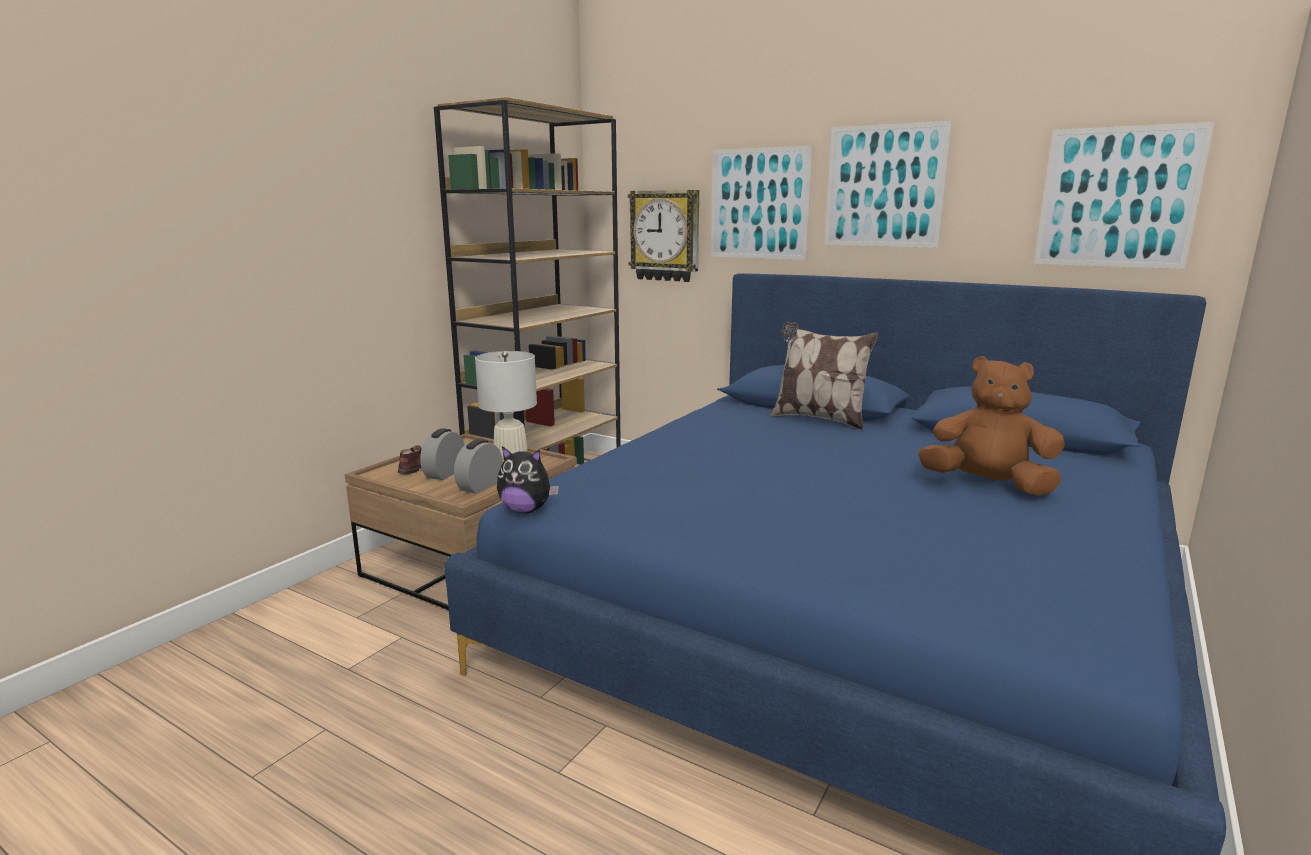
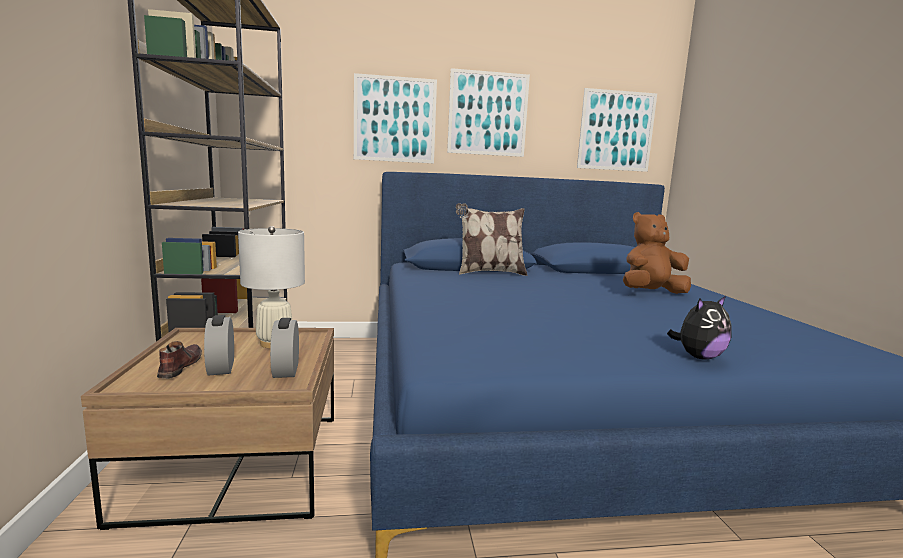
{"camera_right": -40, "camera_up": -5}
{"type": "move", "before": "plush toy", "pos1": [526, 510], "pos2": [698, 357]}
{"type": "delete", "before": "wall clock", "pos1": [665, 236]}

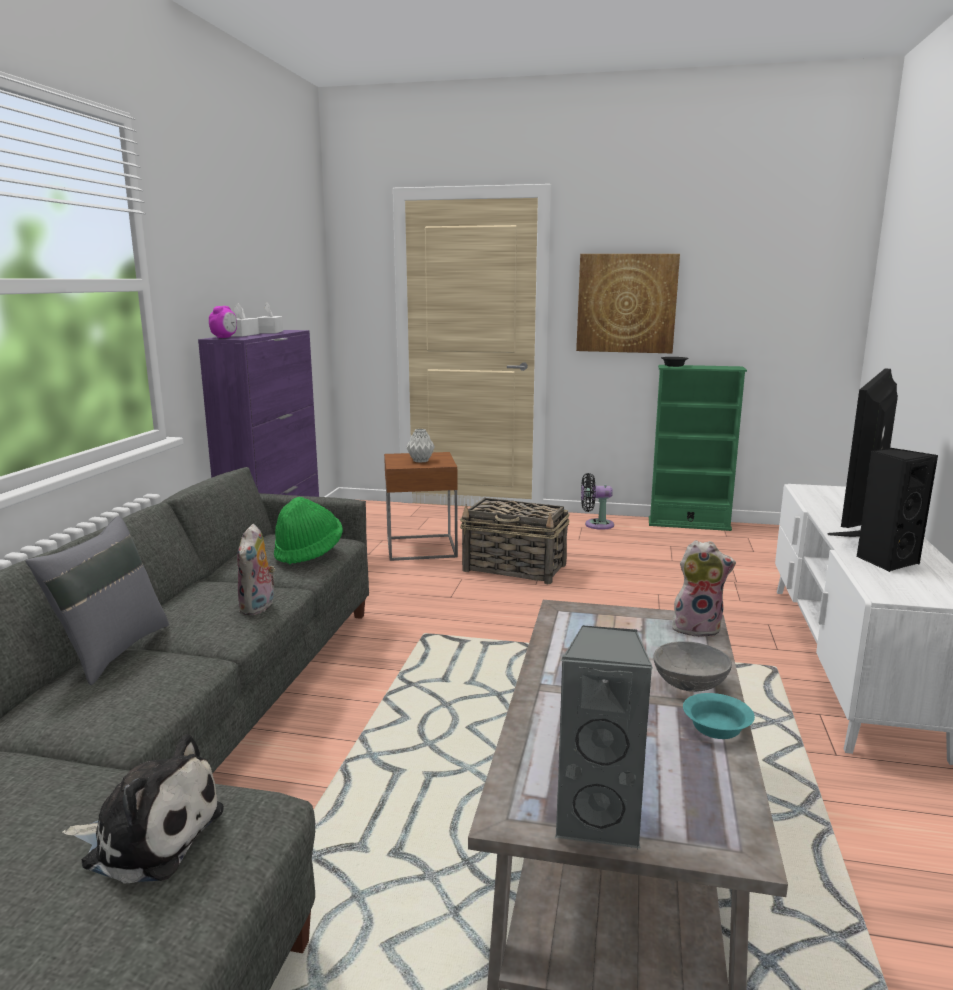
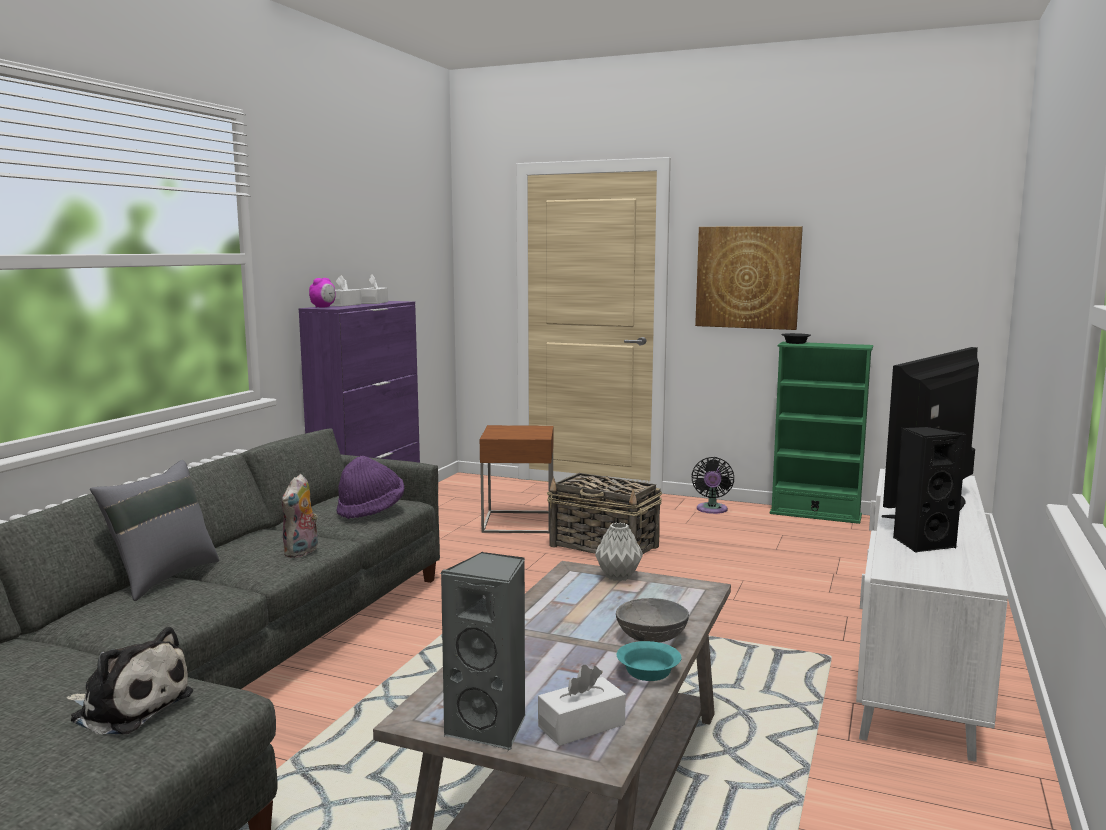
{"camera_right": 10, "camera_up": -5}
{"type": "recolor", "before": "green hat", "after": "purple hat", "pos1": [308, 552], "pos2": [371, 510]}
{"type": "move", "before": "grey vase", "pos1": [420, 461], "pos2": [618, 577]}
{"type": "rotate", "before": "black fan", "pos1": [595, 525], "pos2": [711, 510], "turn": -90}
{"type": "delete", "before": "plush toy", "pos1": [697, 628]}
{"type": "insert", "after": "white tissue box", "pos2": [581, 725]}

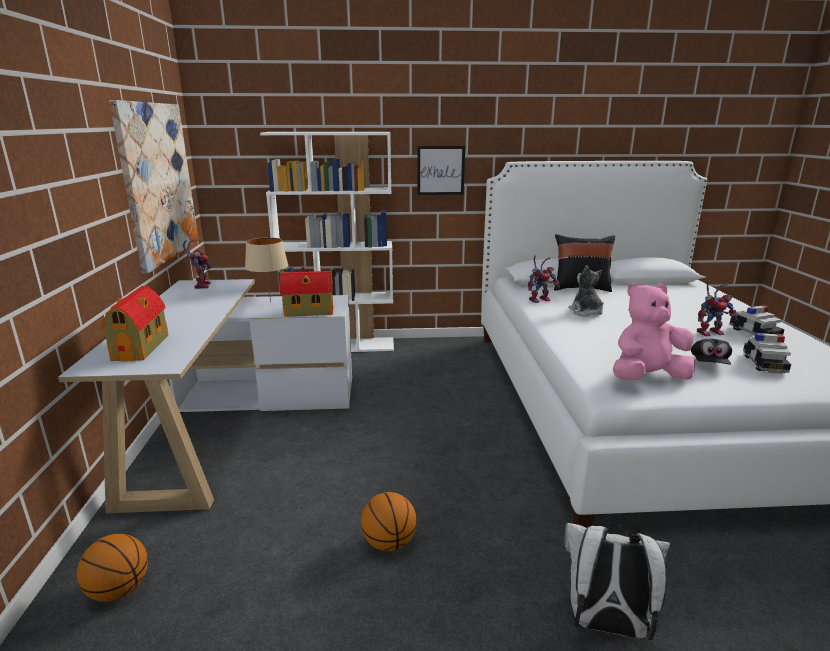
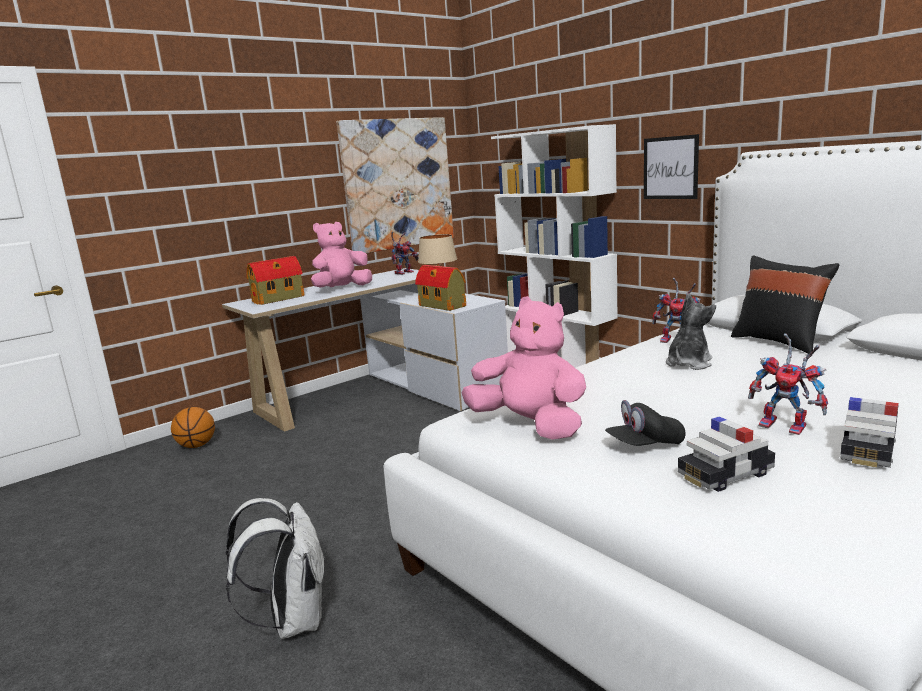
{"camera_right": 55, "camera_up": -5}
{"type": "delete", "before": "basketball", "pos1": [389, 542]}
{"type": "insert", "after": "pink plush toy", "pos2": [342, 289]}

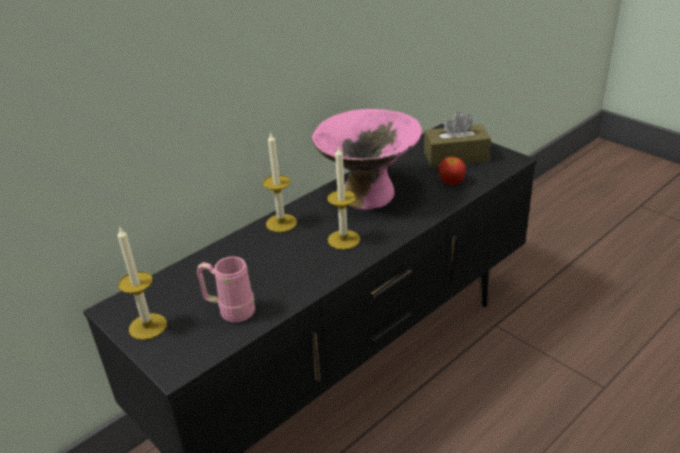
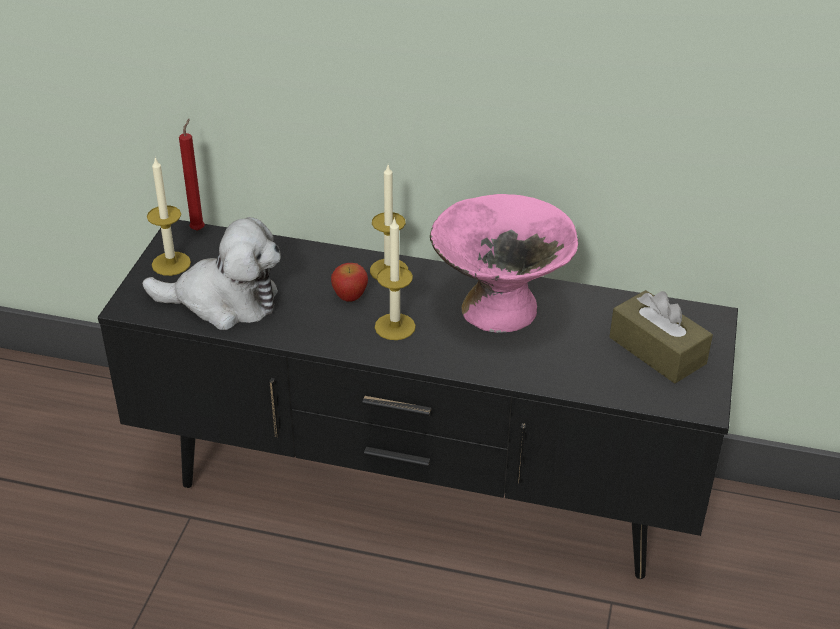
{"camera_right": 55, "camera_up": 5}
{"type": "replace", "before": "pink mug", "after": "plush toy", "pos1": [230, 311], "pos2": [224, 301]}
{"type": "move", "before": "apple", "pos1": [451, 182], "pos2": [350, 295]}
{"type": "insert", "after": "red candle", "pos2": [199, 229]}

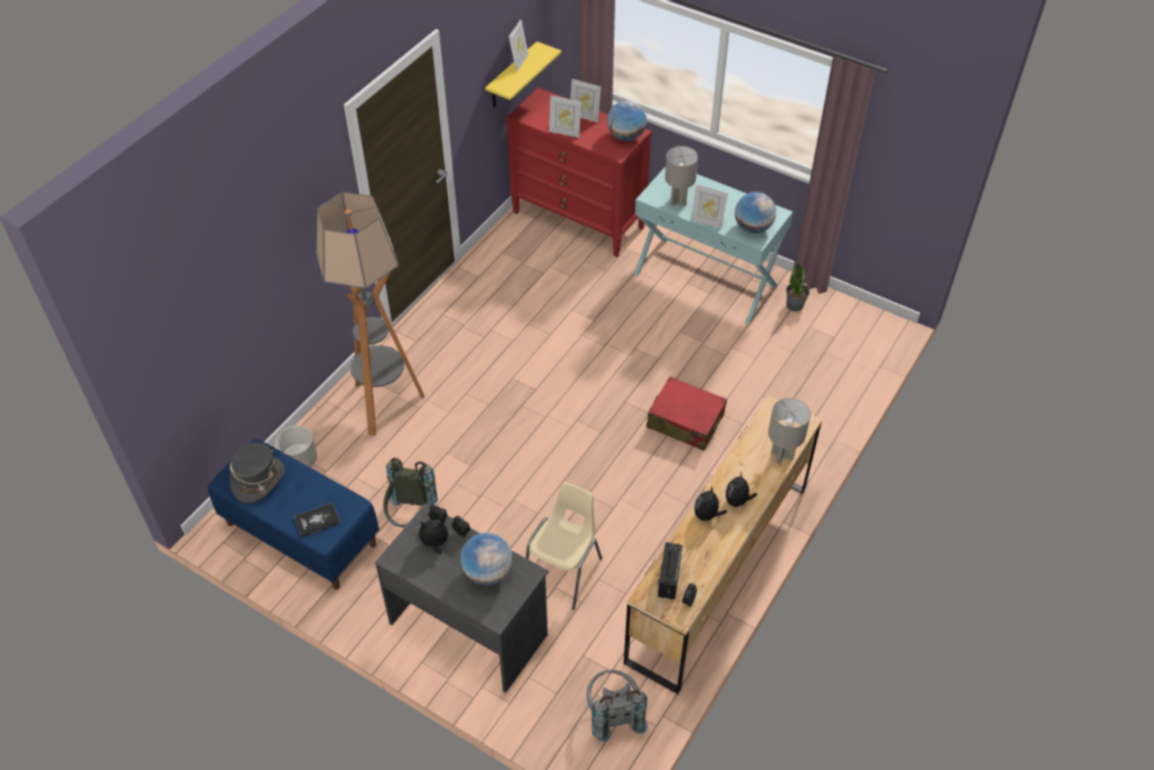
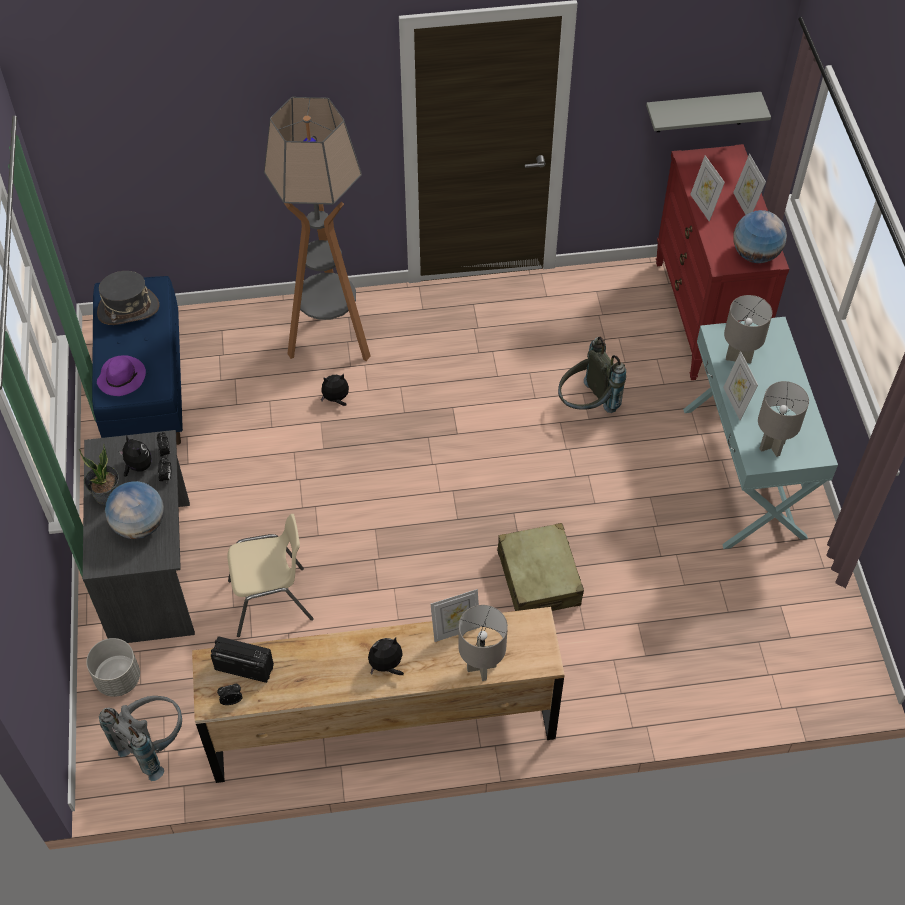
{"camera_right": 50, "camera_up": 5}
{"type": "move", "before": "grey planter", "pos1": [299, 460], "pos2": [118, 678]}
{"type": "replace", "before": "book", "after": "purple hat", "pos1": [317, 520], "pos2": [122, 377]}
{"type": "move", "before": "grey backpack", "pos1": [411, 517], "pos2": [586, 405]}
{"type": "recolor", "before": "yellow shelf", "after": "grey shelf", "pos1": [511, 77], "pos2": [701, 112]}
{"type": "move", "before": "picture frame", "pos1": [519, 62], "pos2": [455, 630]}
{"type": "recolor", "before": "red suitcase", "after": "beige suitcase", "pos1": [685, 421], "pos2": [538, 578]}
{"type": "rotate", "before": "radio", "pos1": [669, 579], "pos2": [243, 667], "turn": 45}
{"type": "move", "before": "plush toy", "pos1": [707, 516], "pos2": [336, 399]}
{"type": "replace", "before": "globe", "after": "grey table lamp", "pos1": [753, 228], "pos2": [772, 446]}
{"type": "move", "before": "potted plant", "pos1": [795, 305], "pos2": [107, 496]}

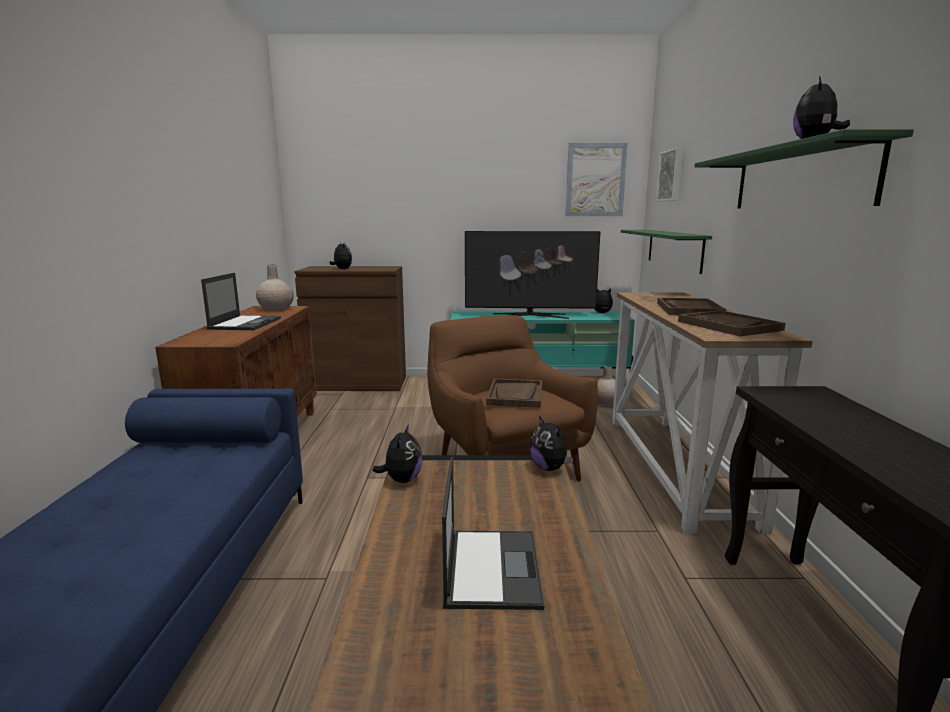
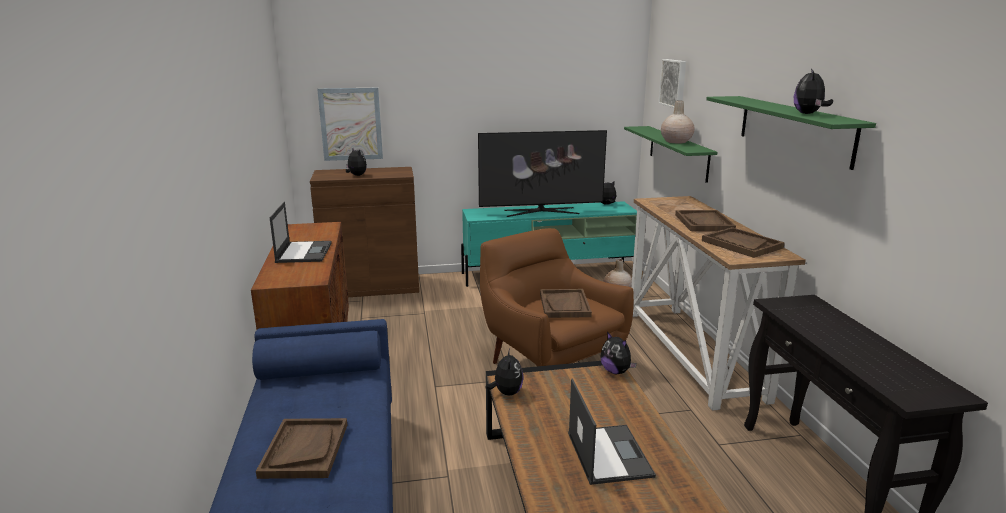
{"camera_right": -10, "camera_up": 5}
{"type": "move", "before": "beige vase", "pos1": [276, 309], "pos2": [676, 141]}
{"type": "move", "before": "picture", "pos1": [595, 180], "pos2": [351, 124]}
{"type": "insert", "after": "brown tray", "pos2": [304, 450]}

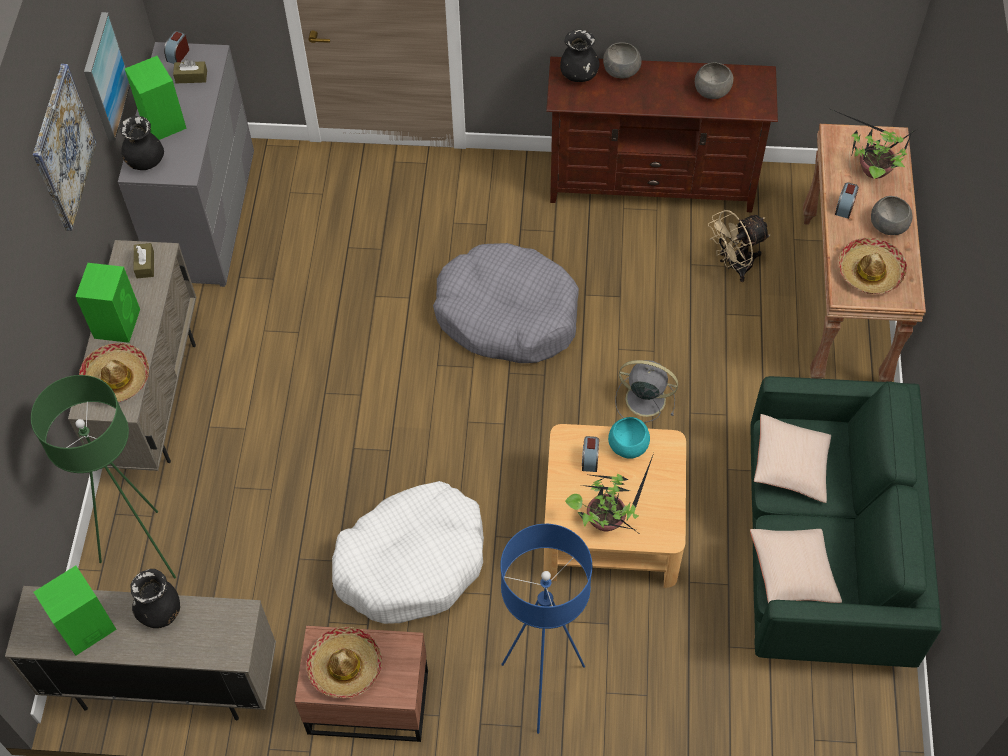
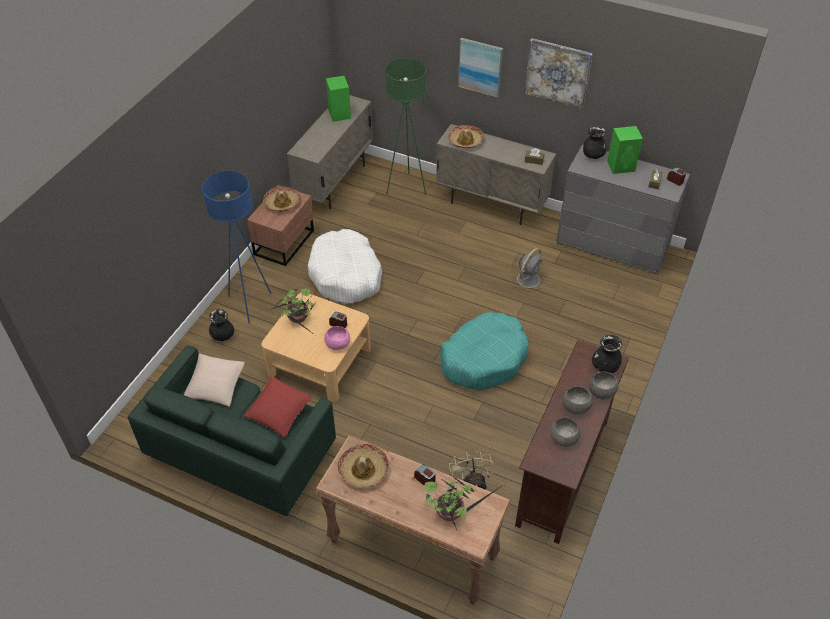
{"camera_right": 110, "camera_up": -10}
{"type": "delete", "before": "green speaker", "pos1": [117, 322]}
{"type": "move", "before": "picture", "pos1": [105, 77], "pos2": [480, 67]}
{"type": "move", "before": "black vase", "pos1": [161, 611], "pos2": [222, 336]}
{"type": "recolor", "before": "grey dog bed", "after": "turquoise dog bed", "pos1": [507, 315], "pos2": [483, 358]}
{"type": "recolor", "before": "turquoise bowl", "after": "pink bowl", "pos1": [627, 445], "pos2": [338, 344]}
{"type": "move", "before": "grey fan", "pos1": [643, 399], "pos2": [529, 279]}
{"type": "recolor", "before": "beige pillow", "after": "red pillow", "pos1": [790, 465], "pos2": [278, 412]}
{"type": "move", "before": "grey bowl", "pos1": [888, 225], "pos2": [576, 406]}

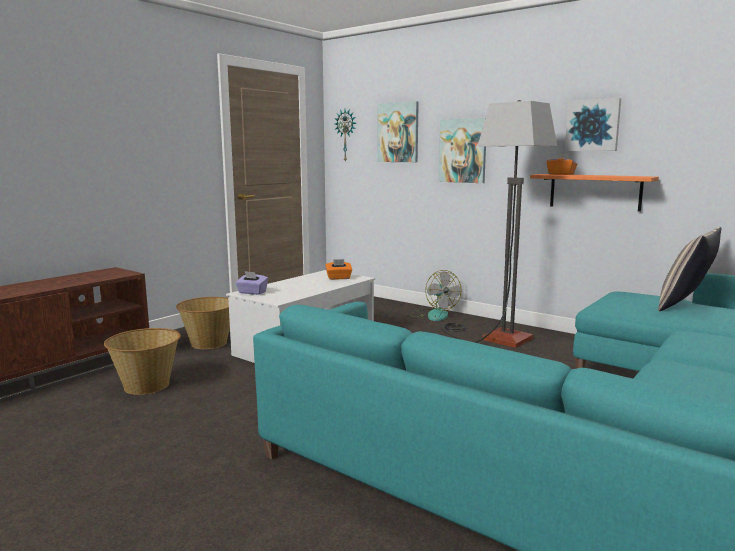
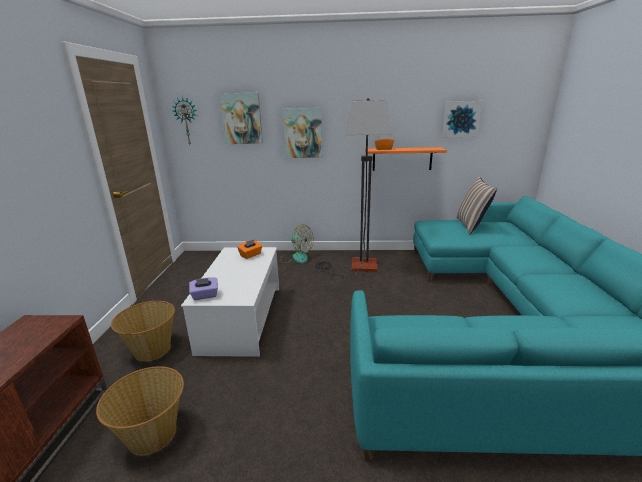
{"camera_right": -35, "camera_up": 10}
{"type": "move", "before": "picture", "pos1": [593, 125], "pos2": [461, 119]}

